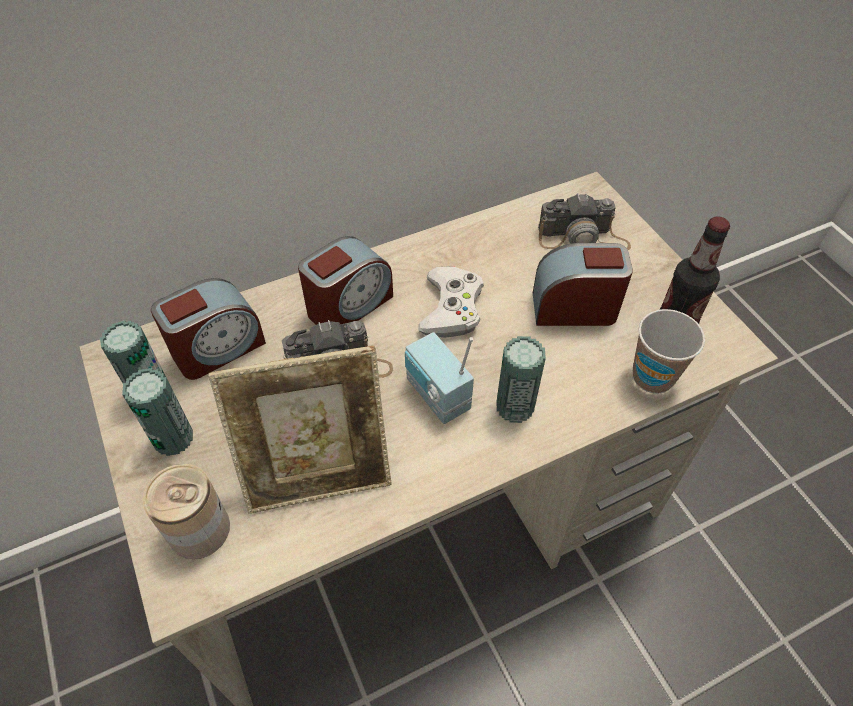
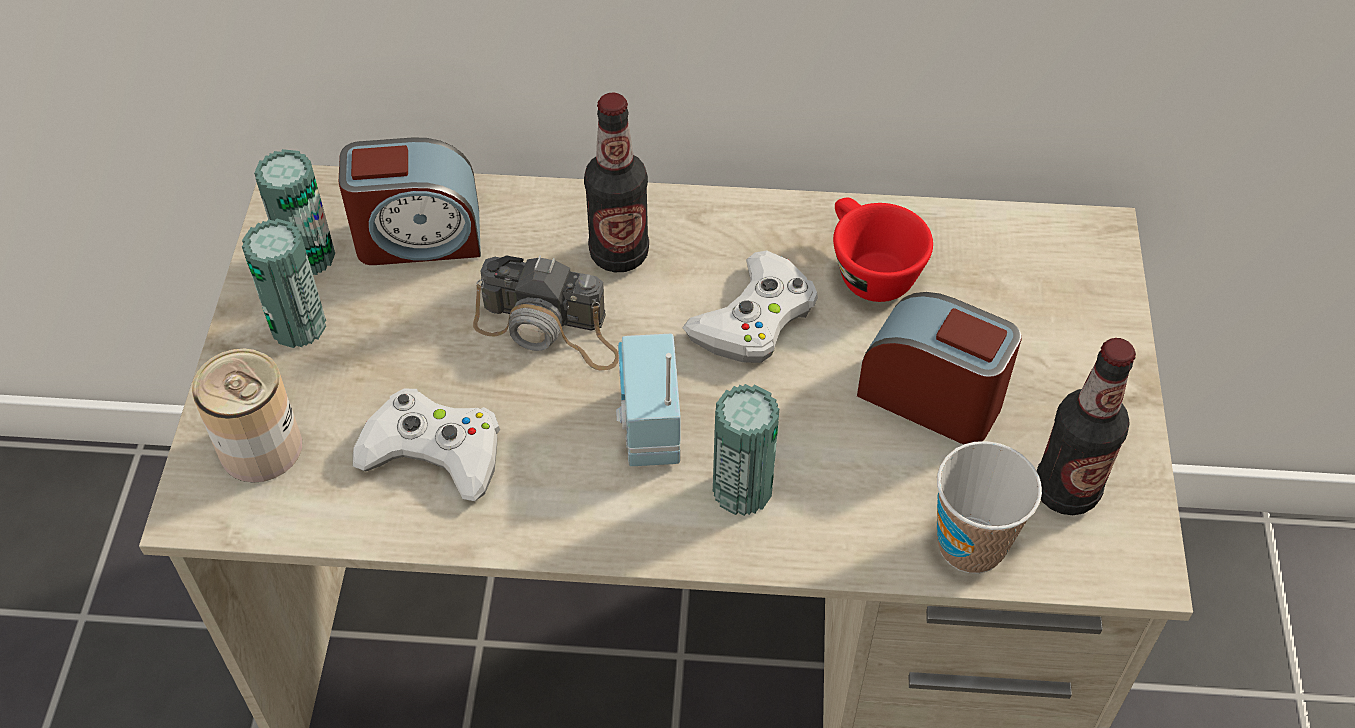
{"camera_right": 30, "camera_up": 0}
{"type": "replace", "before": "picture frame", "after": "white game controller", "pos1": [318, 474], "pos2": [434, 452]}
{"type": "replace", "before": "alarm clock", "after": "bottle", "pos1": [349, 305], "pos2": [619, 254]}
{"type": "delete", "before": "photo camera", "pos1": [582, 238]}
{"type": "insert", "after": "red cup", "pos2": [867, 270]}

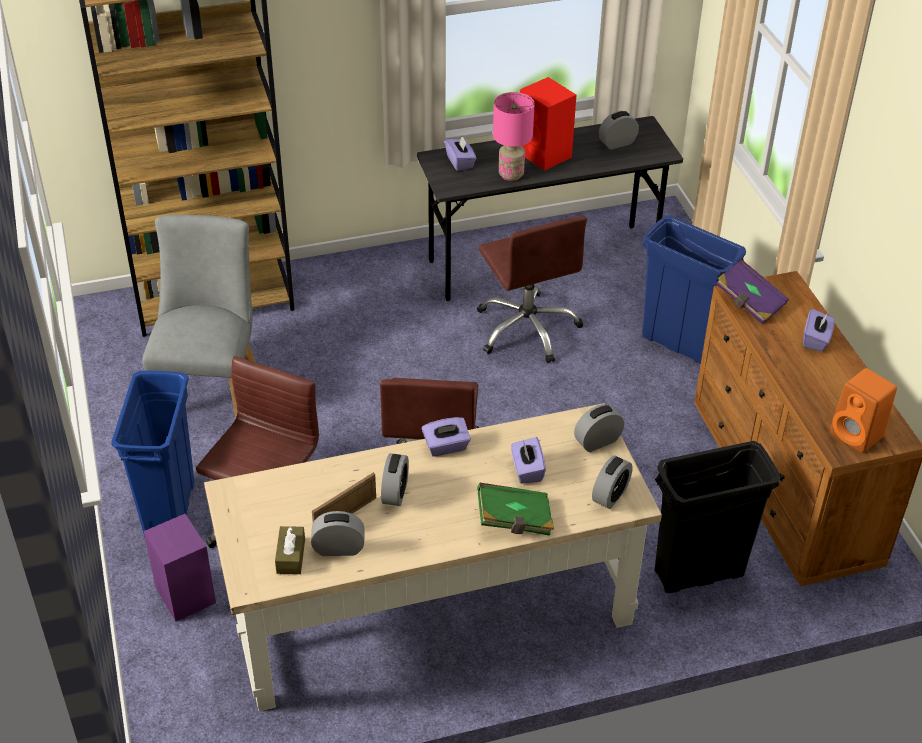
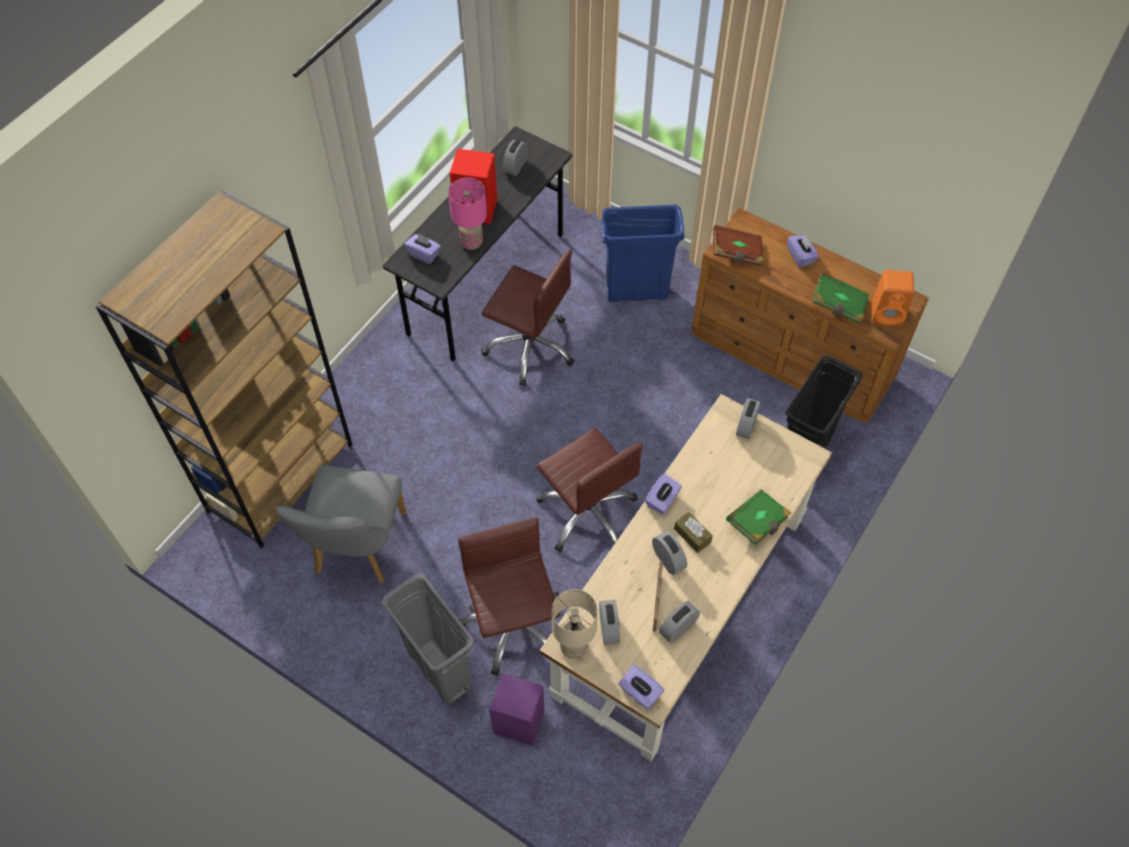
{"camera_right": -40, "camera_up": 15}
{"type": "recolor", "before": "blue trash can", "after": "grey trash can", "pos1": [170, 510], "pos2": [439, 669]}
{"type": "rotate", "before": "grey chair", "pos1": [211, 383], "pos2": [357, 549], "turn": -135}
{"type": "move", "before": "brown tissue box", "pos1": [290, 556], "pos2": [692, 535]}
{"type": "move", "before": "purple tissue box", "pos1": [527, 470], "pos2": [640, 692]}
{"type": "move", "before": "alarm clock", "pos1": [610, 495], "pos2": [608, 628]}
{"type": "recolor", "before": "purple book", "after": "brown book", "pos1": [749, 303], "pos2": [736, 253]}
{"type": "insert", "after": "beige table lamp", "pos2": [573, 647]}
{"type": "insert", "after": "green book", "pos2": [838, 306]}

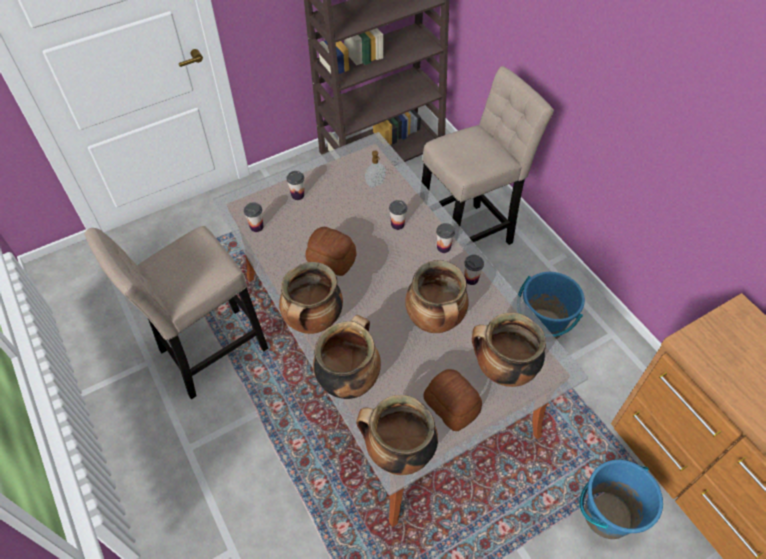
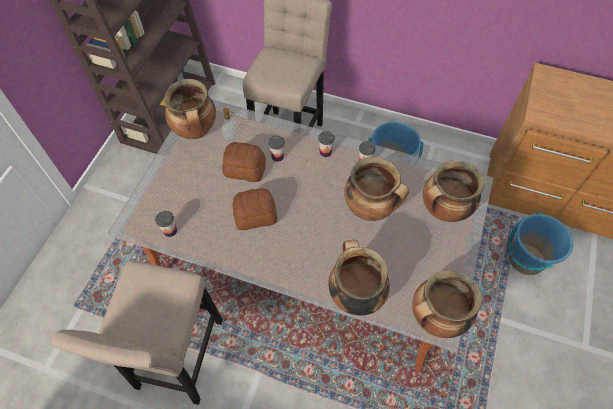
{"camera_right": -40, "camera_up": 5}
{"type": "move", "before": "cooking pot", "pos1": [313, 322], "pos2": [196, 131]}
{"type": "delete", "before": "cup", "pos1": [297, 195]}
{"type": "move", "before": "bread", "pos1": [451, 405], "pos2": [244, 169]}

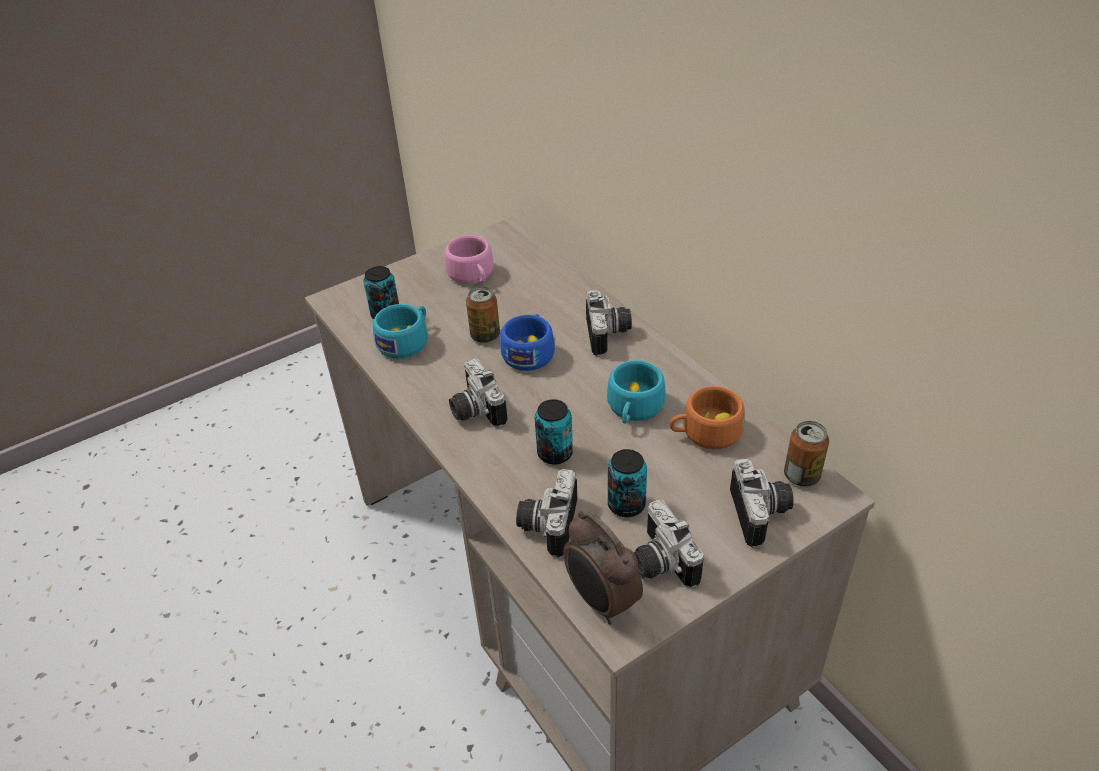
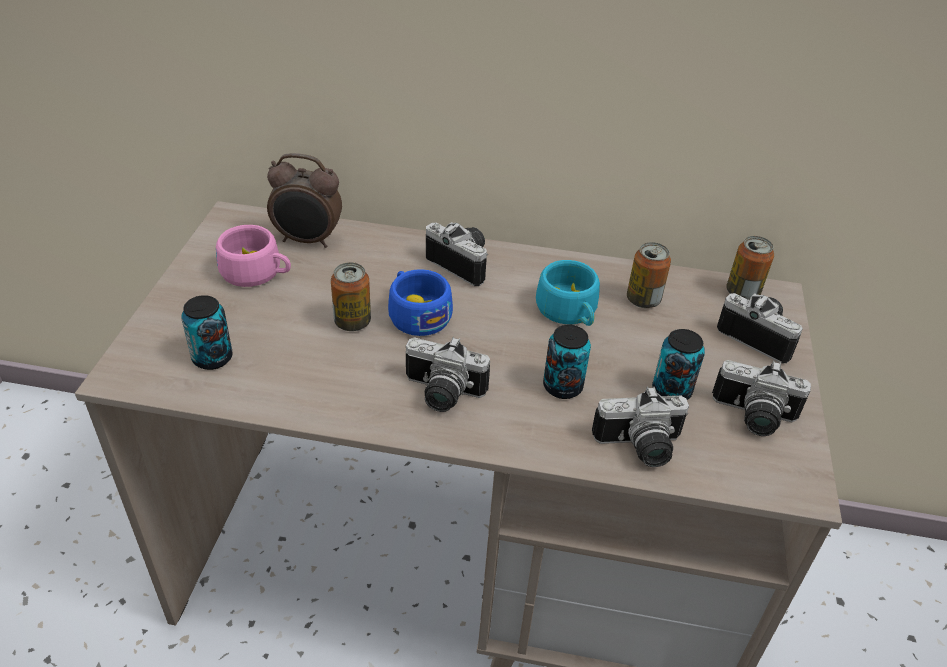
{"camera_right": -50, "camera_up": 0}
{"type": "delete", "before": "turquoise cup", "pos1": [406, 341]}
{"type": "rotate", "before": "photo camera", "pos1": [546, 524], "pos2": [640, 448], "turn": -60}
{"type": "move", "before": "alarm clock", "pos1": [601, 602], "pos2": [308, 240]}
{"type": "replace", "before": "orange cup", "after": "can", "pos1": [705, 432], "pos2": [643, 300]}

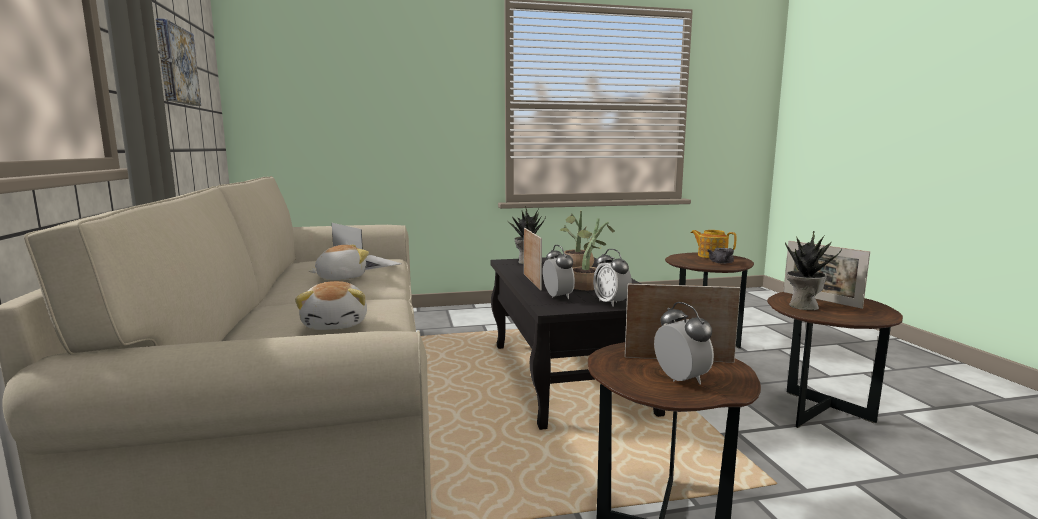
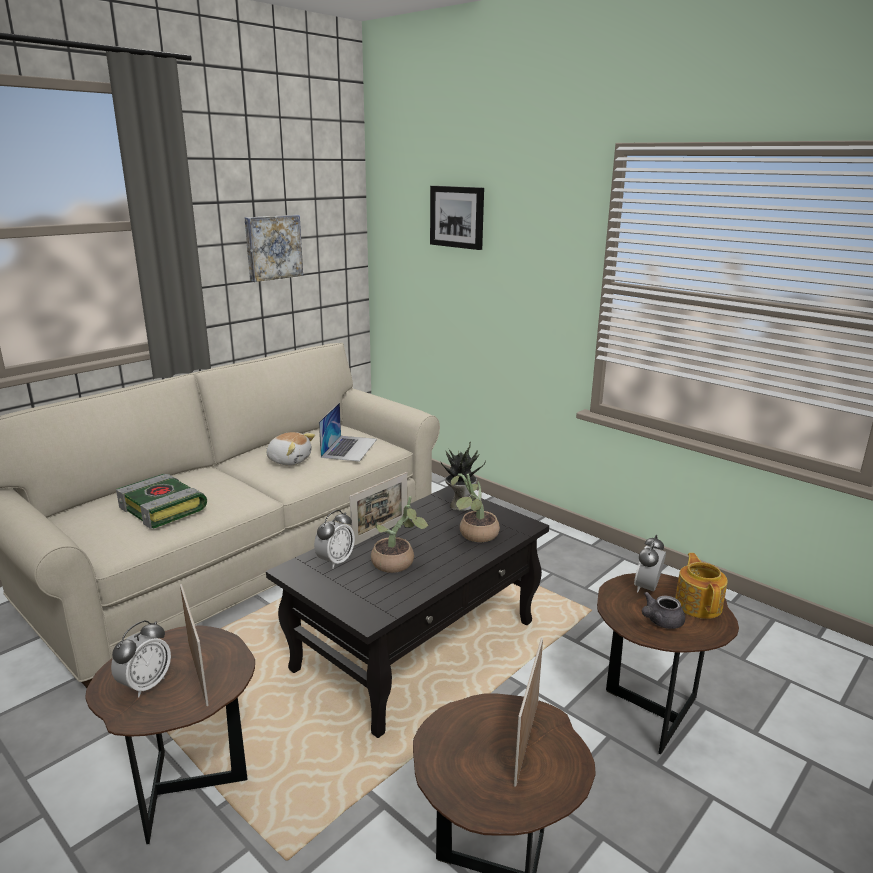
{"camera_right": 55, "camera_up": 10}
{"type": "replace", "before": "plush toy", "after": "book", "pos1": [336, 324], "pos2": [164, 508]}
{"type": "move", "before": "alarm clock", "pos1": [611, 303], "pos2": [647, 588]}
{"type": "delete", "before": "potted plant", "pos1": [802, 306]}
{"type": "insert", "after": "picture", "pos2": [457, 217]}

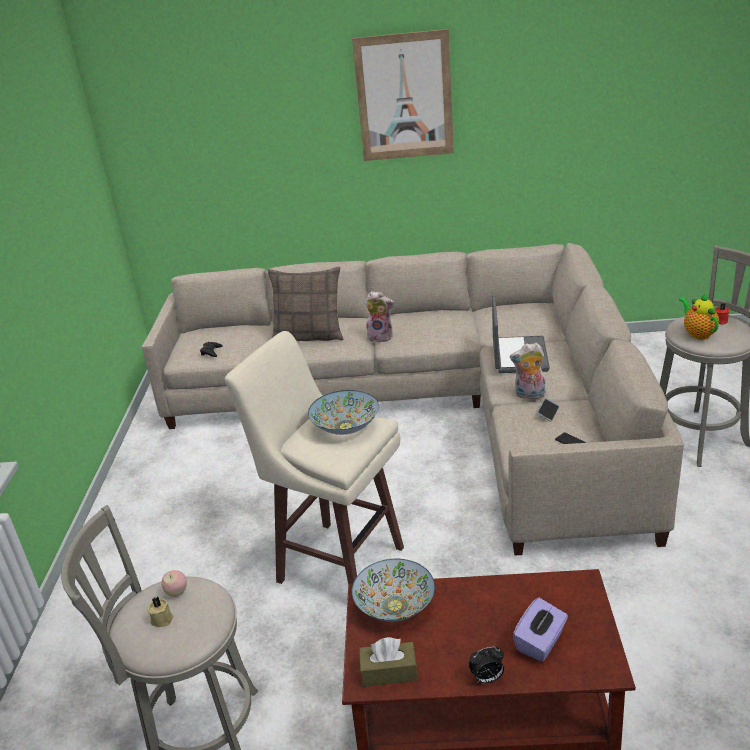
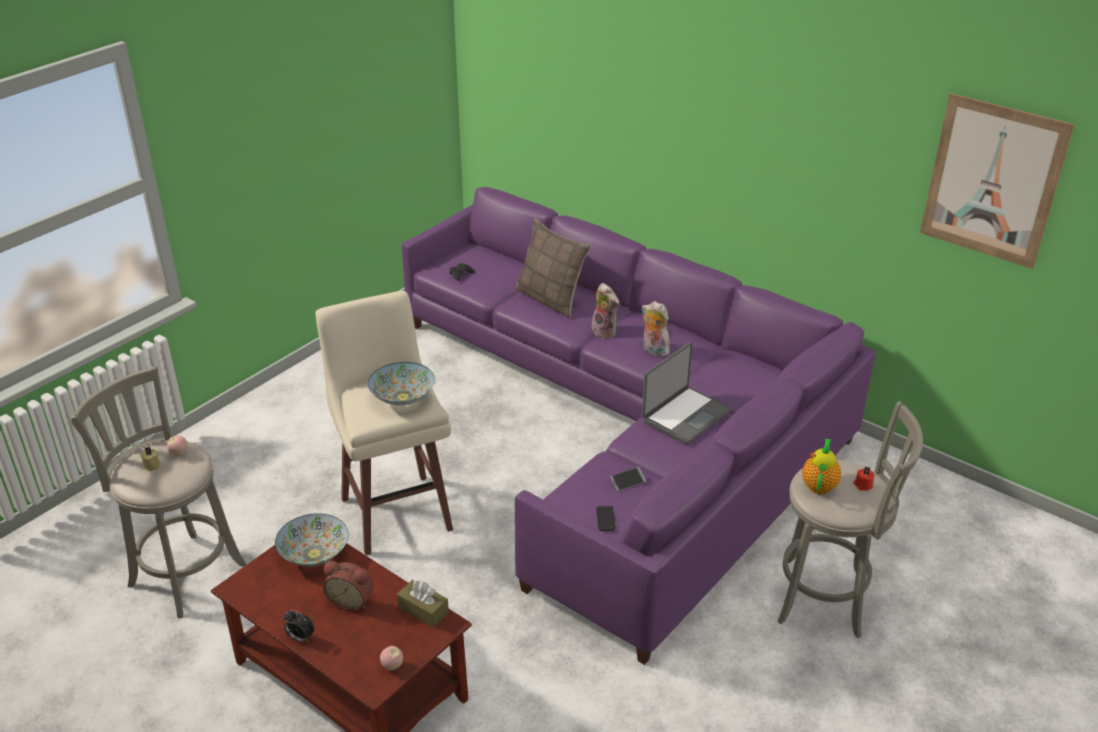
{"camera_right": 35, "camera_up": 5}
{"type": "recolor", "before": "beige sofa", "after": "purple sofa", "pos1": [433, 408], "pos2": [628, 427]}
{"type": "move", "before": "picture", "pos1": [404, 97], "pos2": [992, 181]}
{"type": "move", "before": "brown tissue box", "pos1": [389, 672], "pos2": [423, 610]}
{"type": "move", "before": "plush toy", "pos1": [529, 395], "pos2": [653, 350]}
{"type": "delete", "before": "purple tissue box", "pos1": [540, 642]}
{"type": "insert", "after": "alarm clock", "pos2": [352, 600]}
{"type": "insert", "after": "apple", "pos2": [392, 666]}

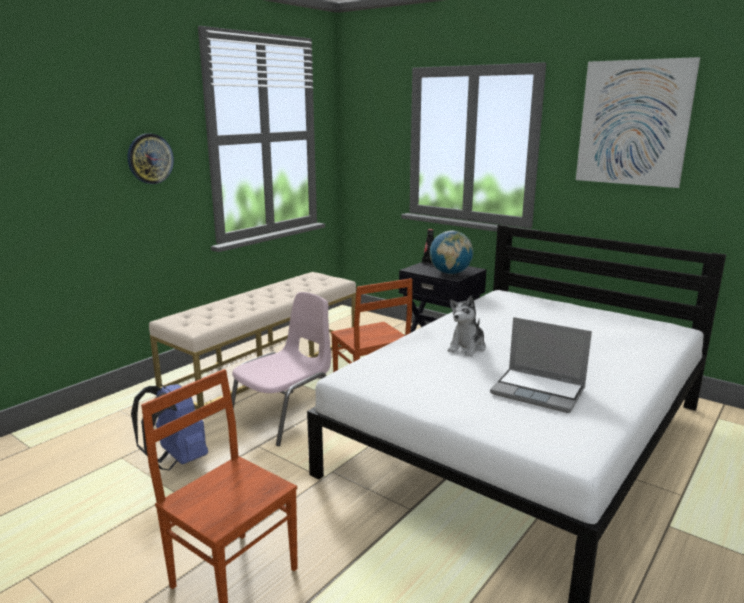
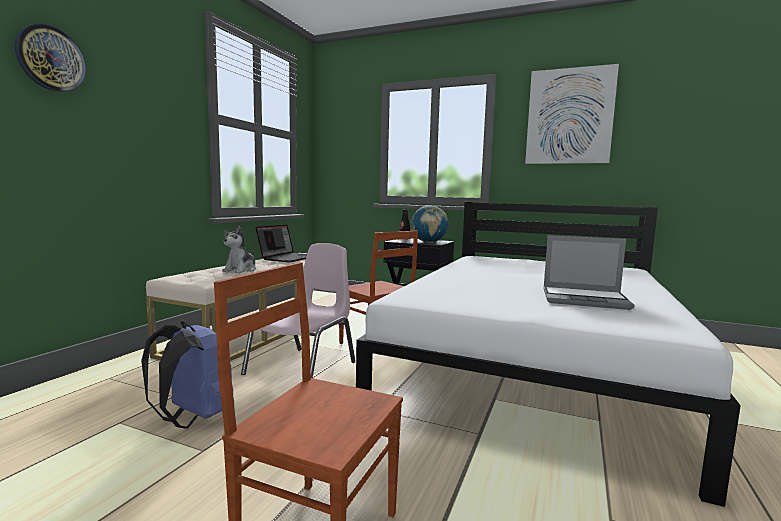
{"camera_right": -15, "camera_up": -10}
{"type": "move", "before": "wall clock", "pos1": [150, 158], "pos2": [51, 59]}
{"type": "move", "before": "plush toy", "pos1": [467, 347], "pos2": [241, 270]}
{"type": "insert", "after": "laptop", "pos2": [288, 258]}

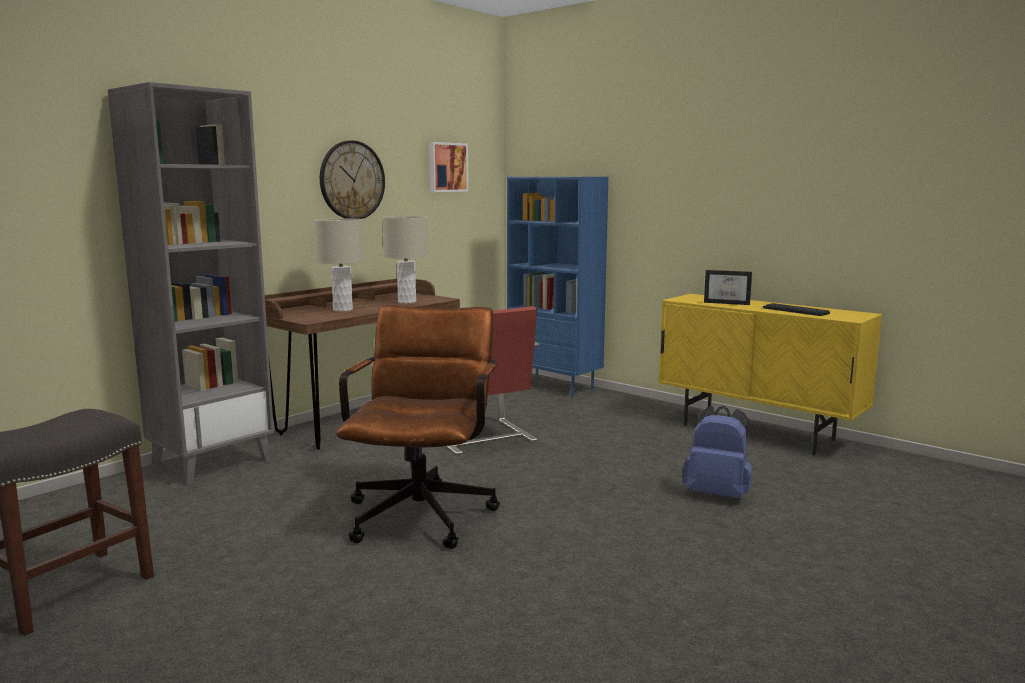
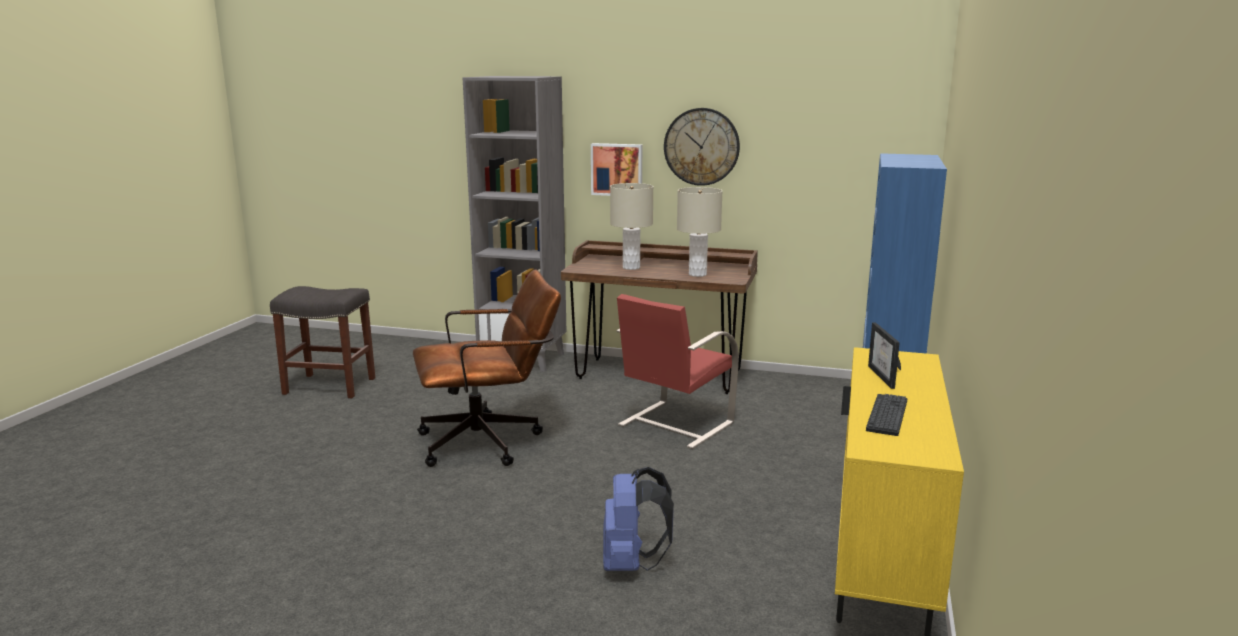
{"camera_right": 65, "camera_up": 5}
{"type": "move", "before": "picture", "pos1": [447, 167], "pos2": [617, 169]}

